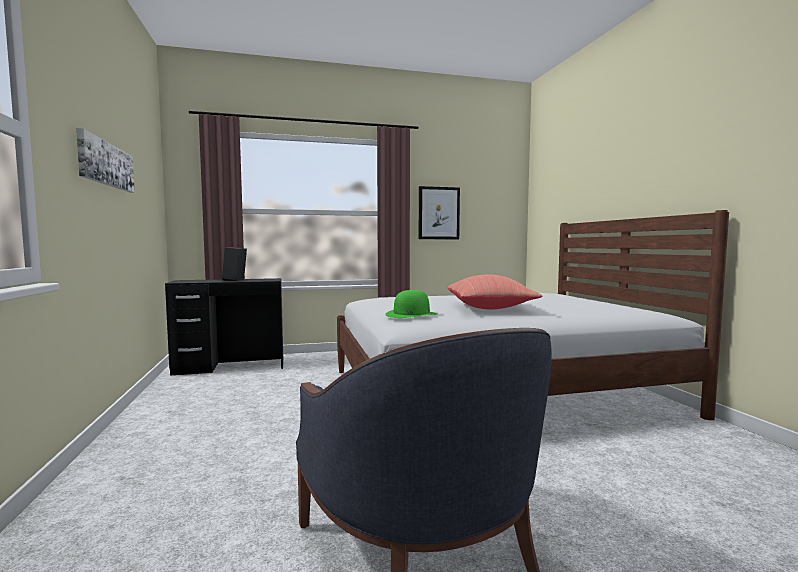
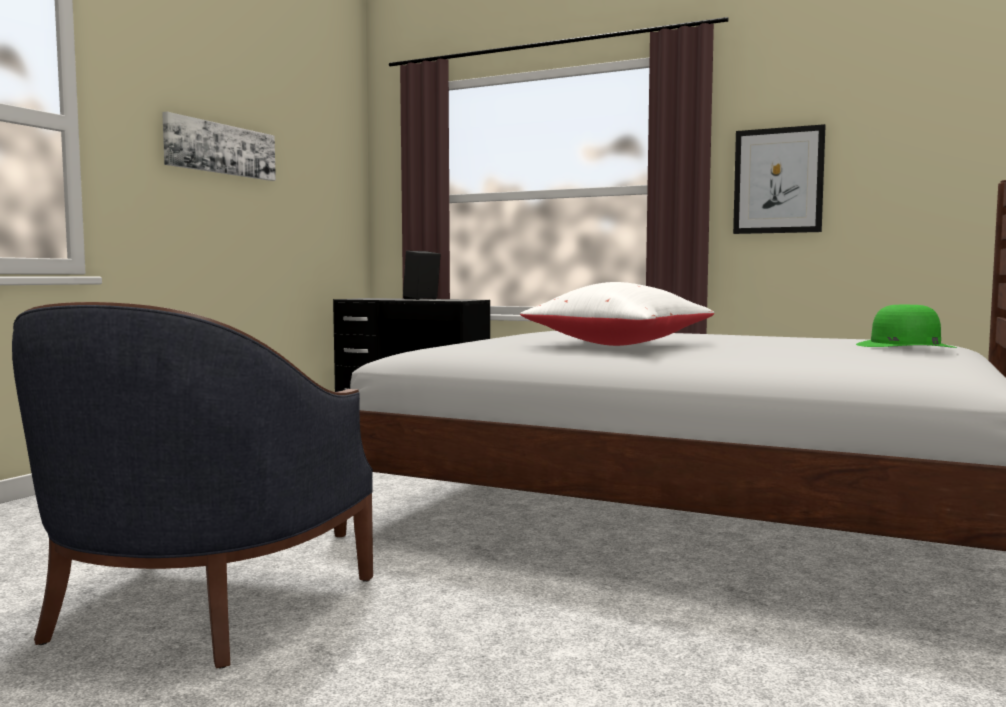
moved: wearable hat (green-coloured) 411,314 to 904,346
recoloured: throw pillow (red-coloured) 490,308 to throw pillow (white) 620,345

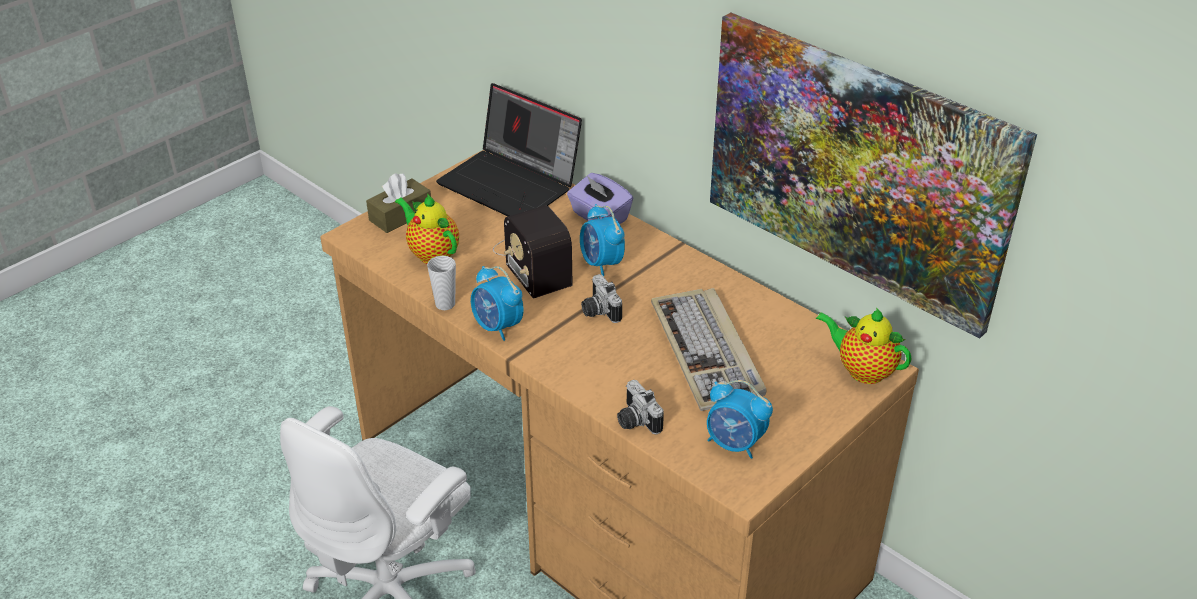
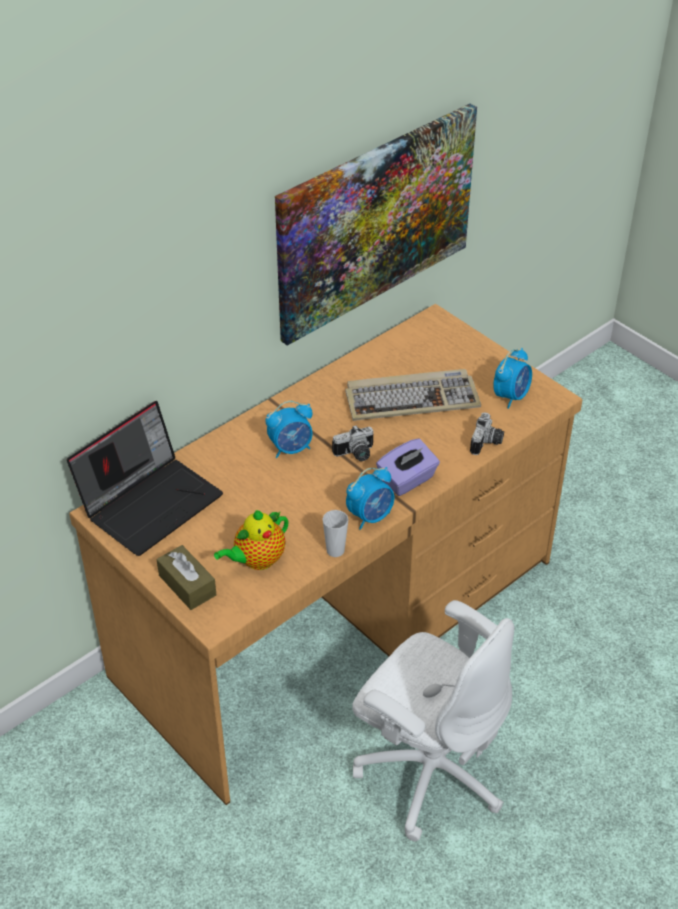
removed: radio set 533,261; teapot 862,370
moved: box of tissues (purple-coloured) 599,217 to 407,480
turned: still camera 635,421 = 487,443 45 degrees counterclockwise

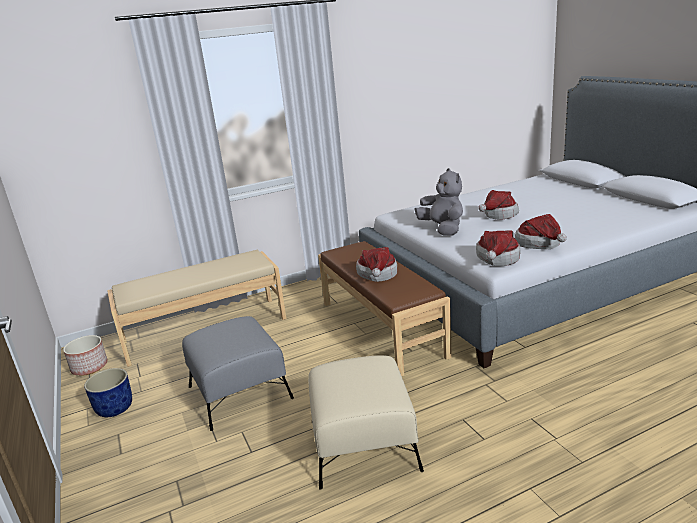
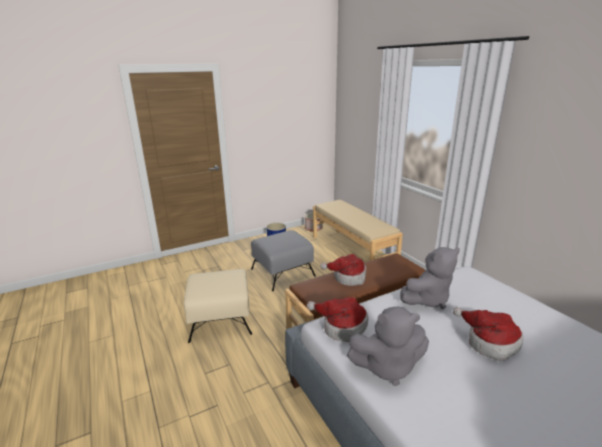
replaced: wearable hat 540,244 to plush toy (grey) 387,367

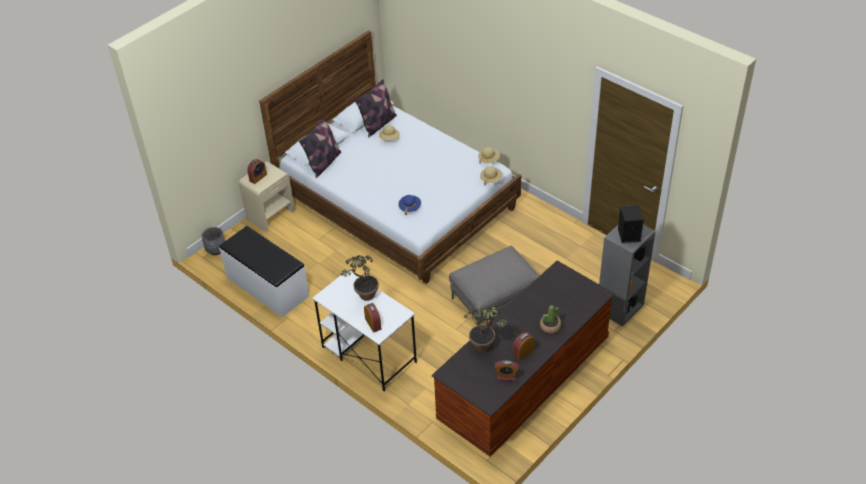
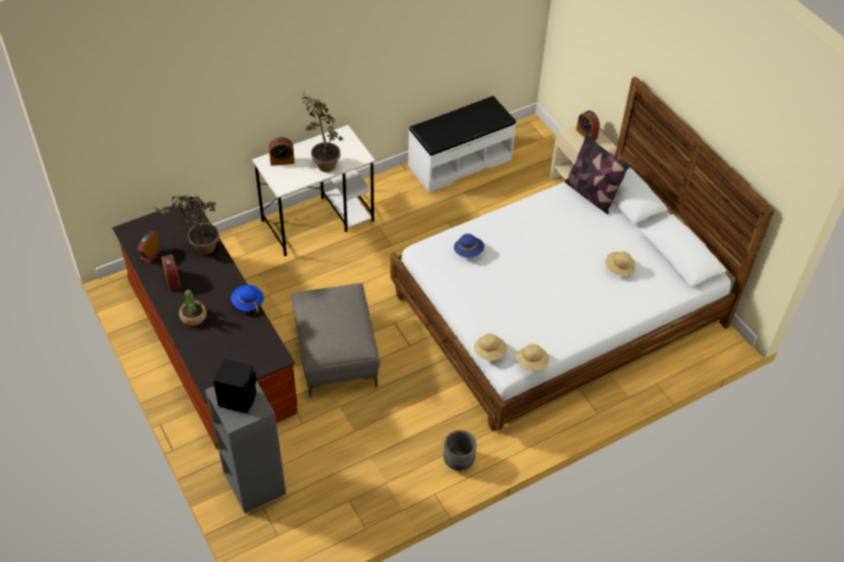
removed: throw pillow 378,124
added: wearable hat (blue-coloured) 248,303
moved: flower pot (grey) 216,250 to 458,461

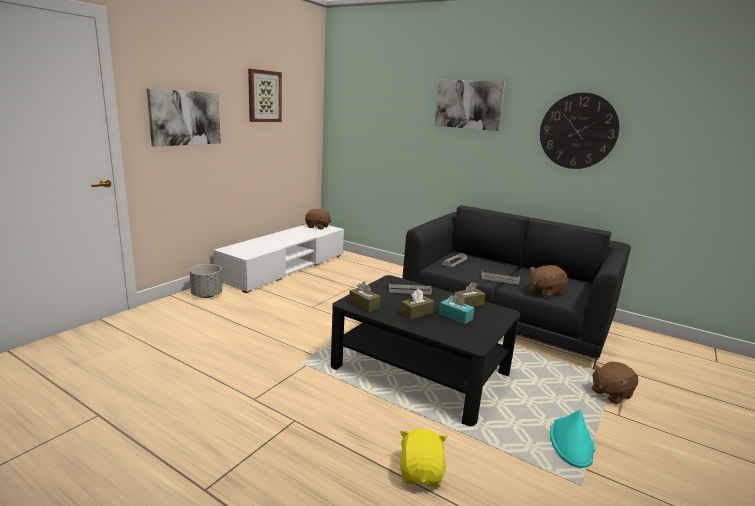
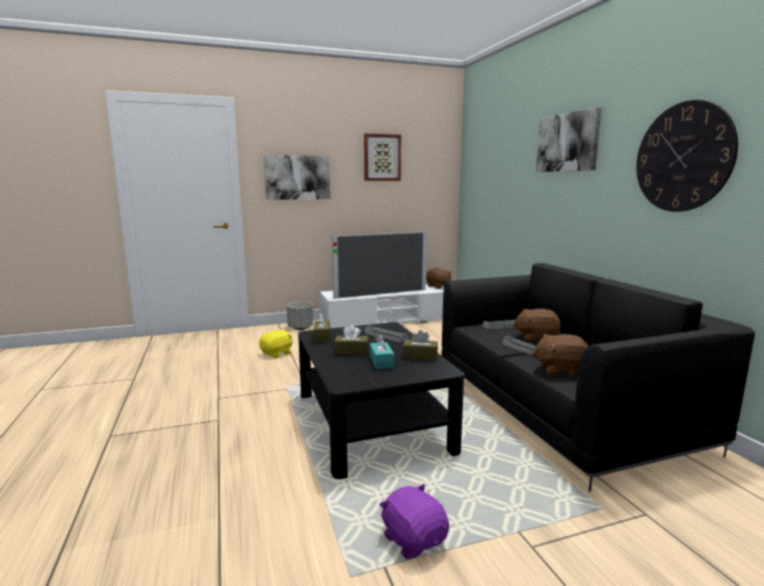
added: TV set 381,294
moved: plush toy (yellow-coloured) 421,473 to 277,353; plush toy (brown) 610,393 to 536,338
replaced: wearable hat (blue-green) 571,442 to plush toy (purple-coloured) 414,539

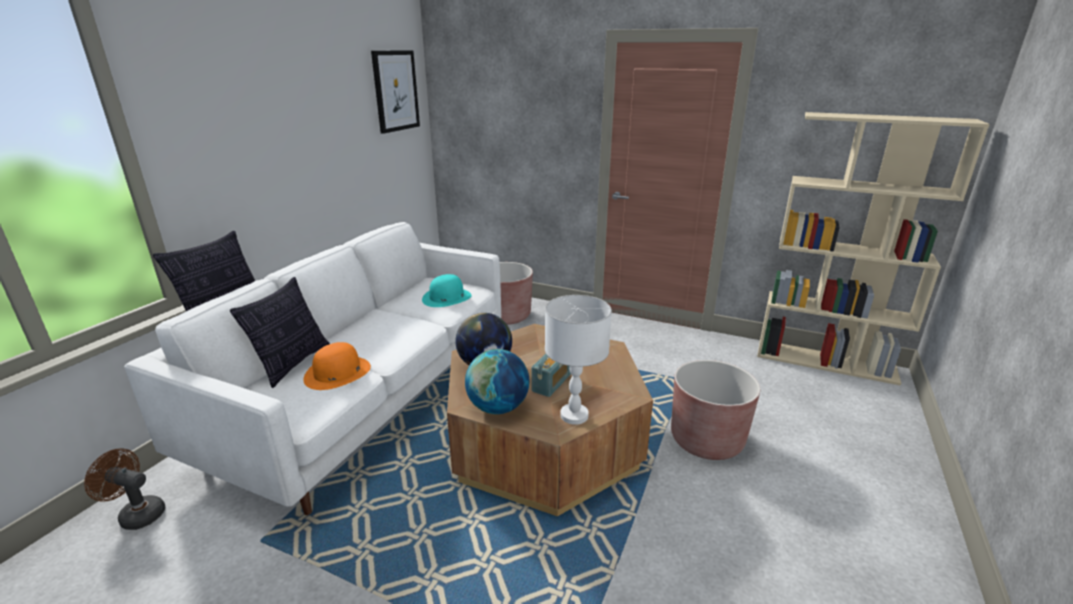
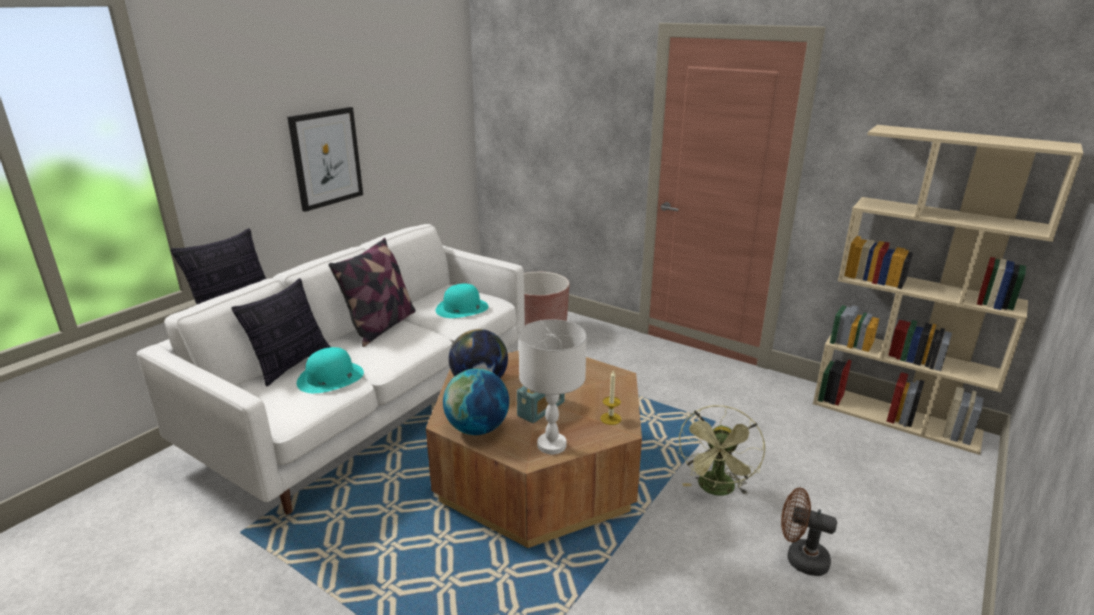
added: throw pillow 381,326; candle 610,418
moved: electric fan (brown) 137,514 to 800,558; wall art 395,91 to 326,158
replaced: flower pot (brown) 706,440 to electric fan (green-coloured) 716,490
recoloured: wearable hat (orangey) 337,373 to wearable hat (blue-green) 330,377

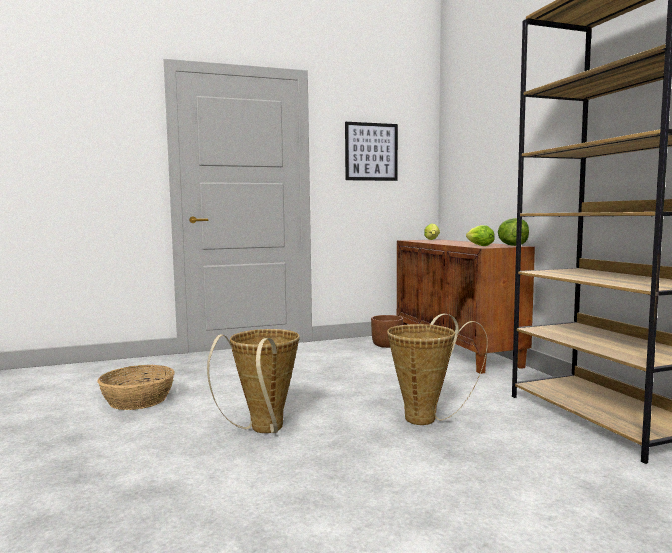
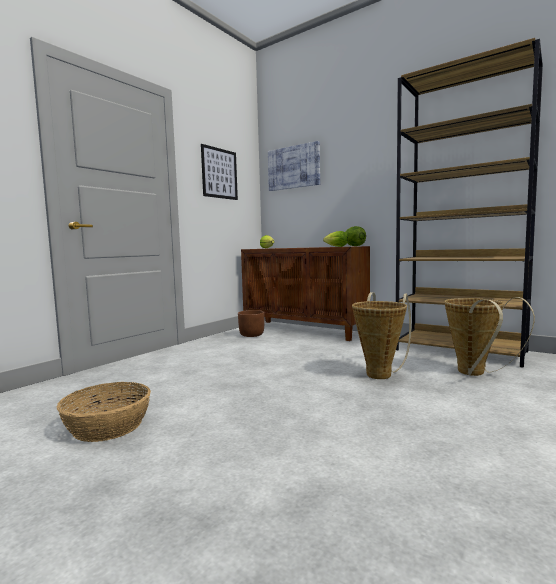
added: wall art 293,167
moved: basket 263,431 to 475,374

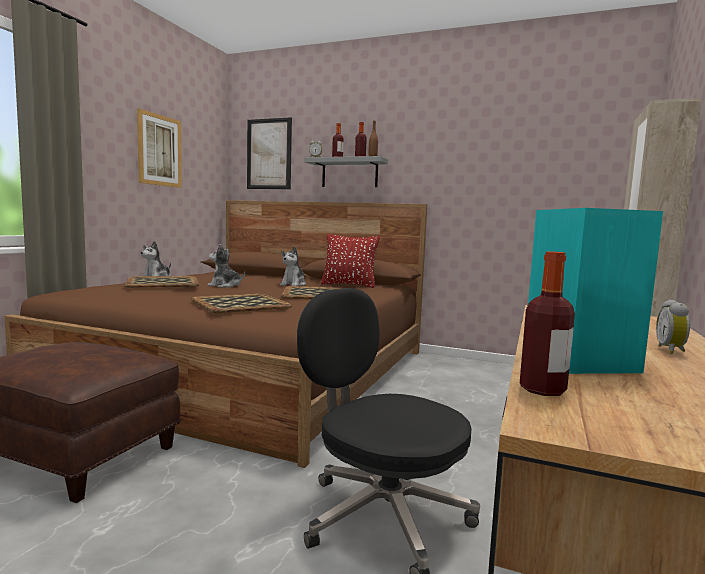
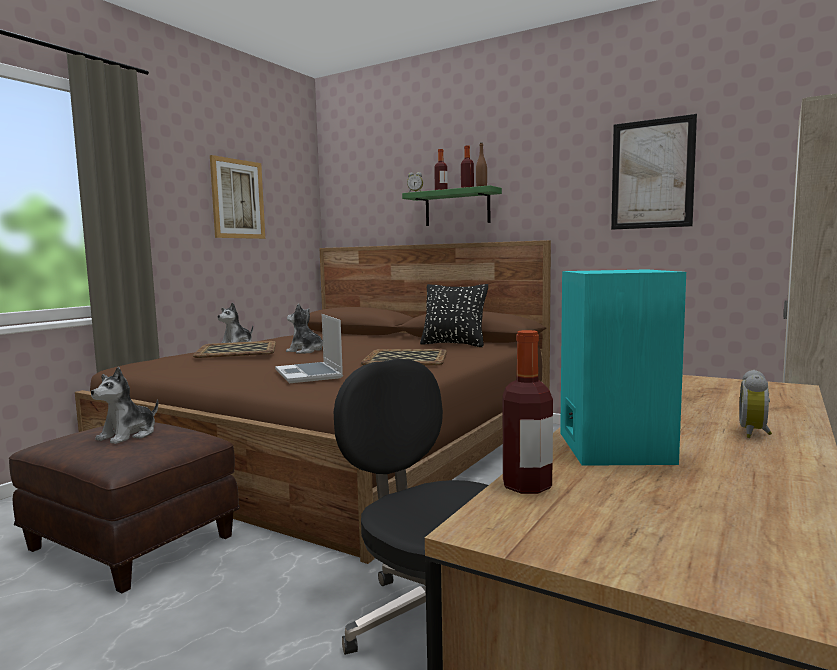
moved: wall art 269,154 to 652,174; plush toy 293,284 to 128,435
replaced: tray 241,304 to laptop 310,374
recoloured: bracket shelf (grey) 349,173 to bracket shelf (green-coloured) 457,208; throw pillow (red-coloured) 349,285 to throw pillow (black) 454,344

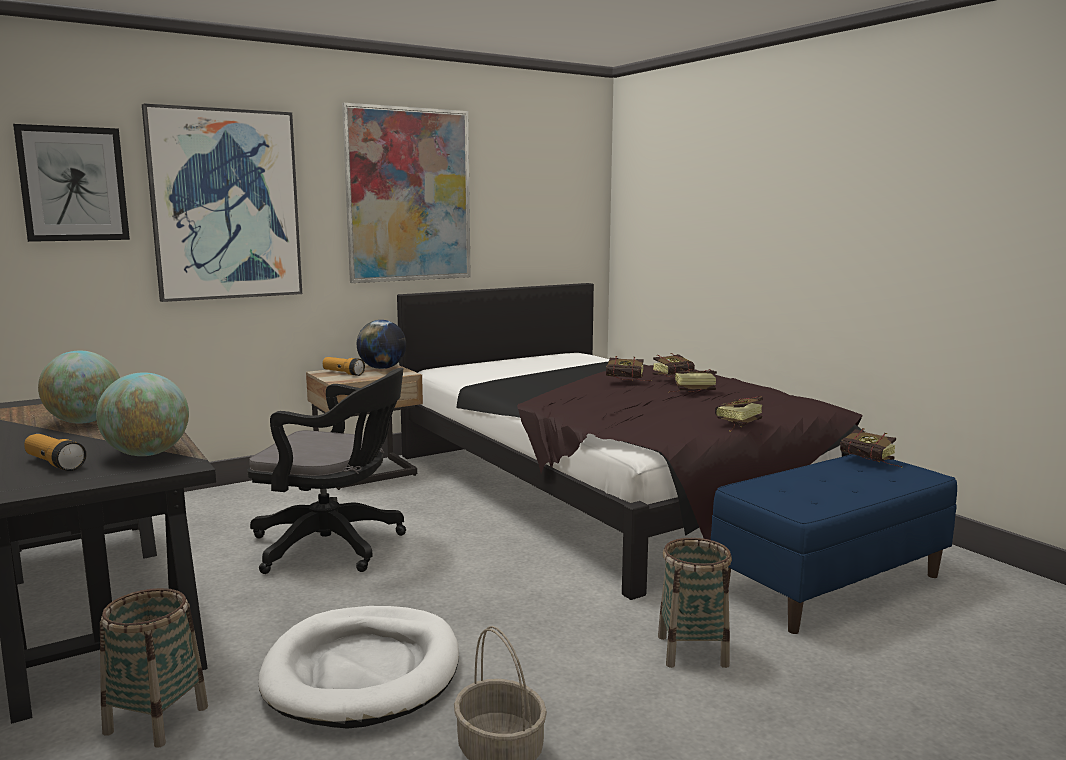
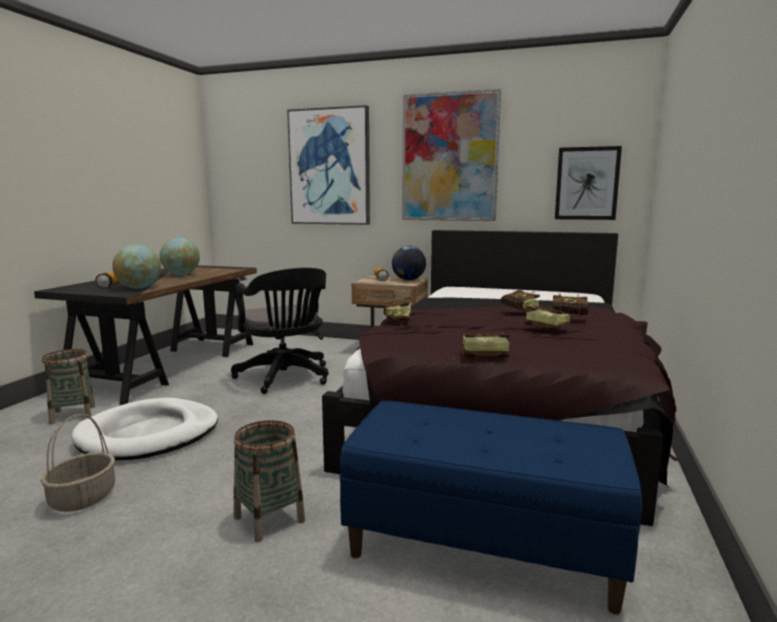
moved: wall art 73,184 to 587,183; bound book 871,462 to 397,321

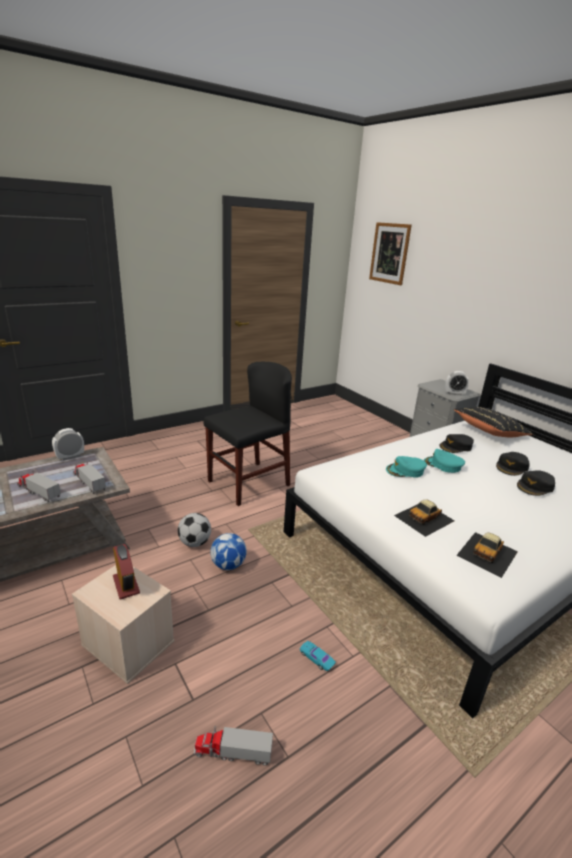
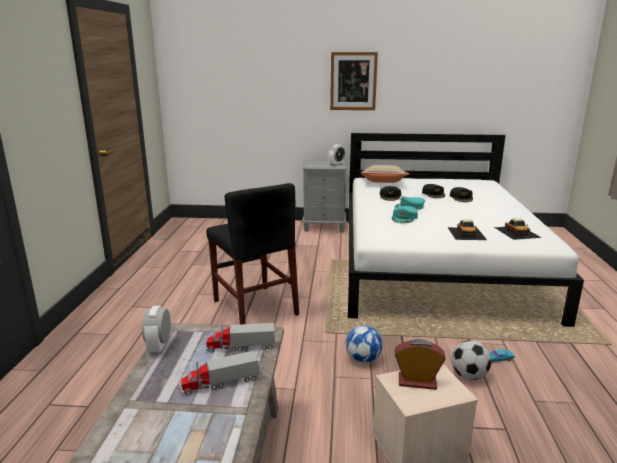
removed: model truck 232,752
moved: football 195,543 to 469,375; wall art 389,253 to 353,81
recoloured: throw pillow (black) 489,433 to throw pillow (beige-coloured) 383,183
turned: upright chair (black) 248,483 = 255,307 150 degrees clockwise

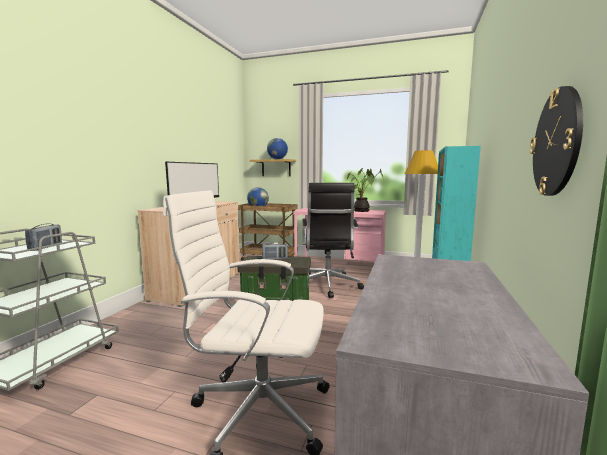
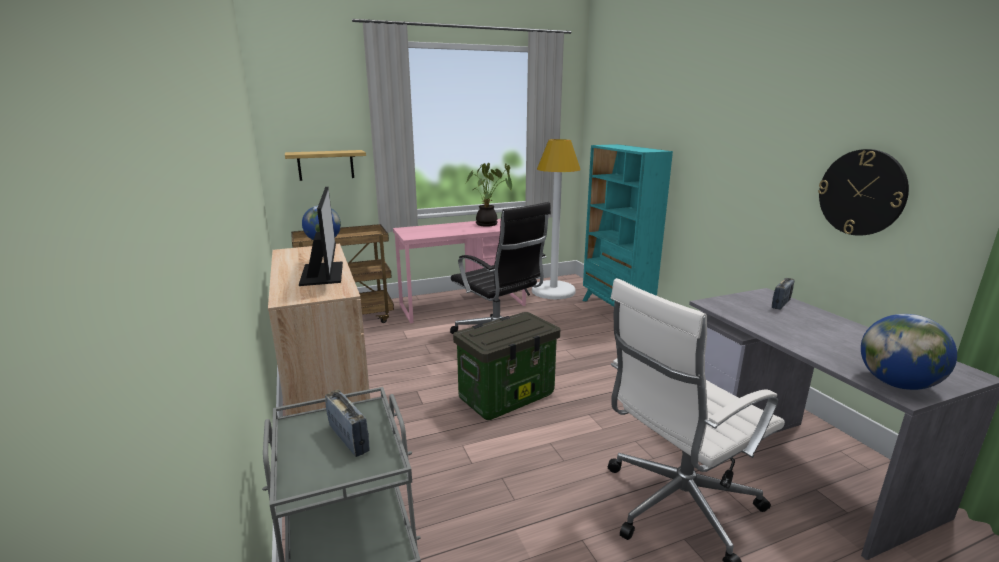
moved: radio set 275,259 to 781,304; globe 277,159 to 896,384

